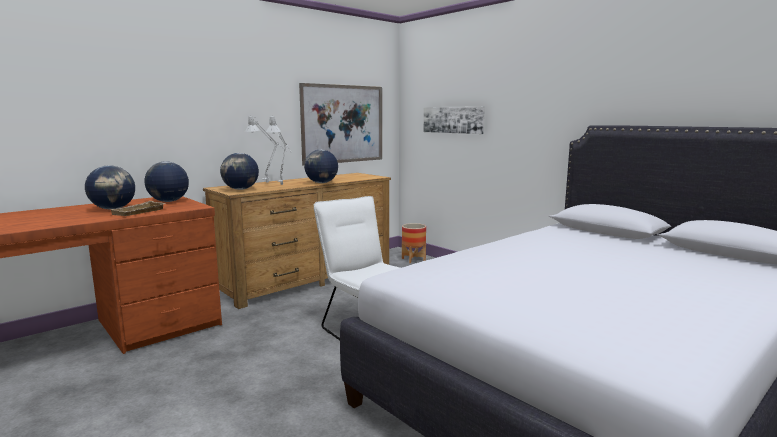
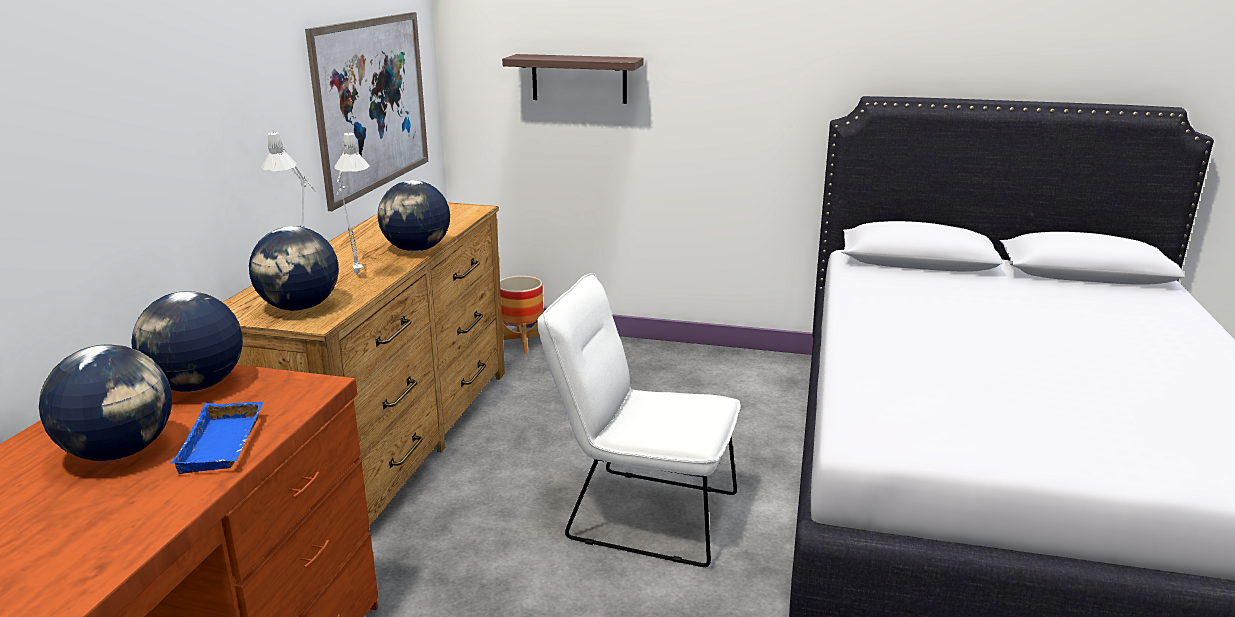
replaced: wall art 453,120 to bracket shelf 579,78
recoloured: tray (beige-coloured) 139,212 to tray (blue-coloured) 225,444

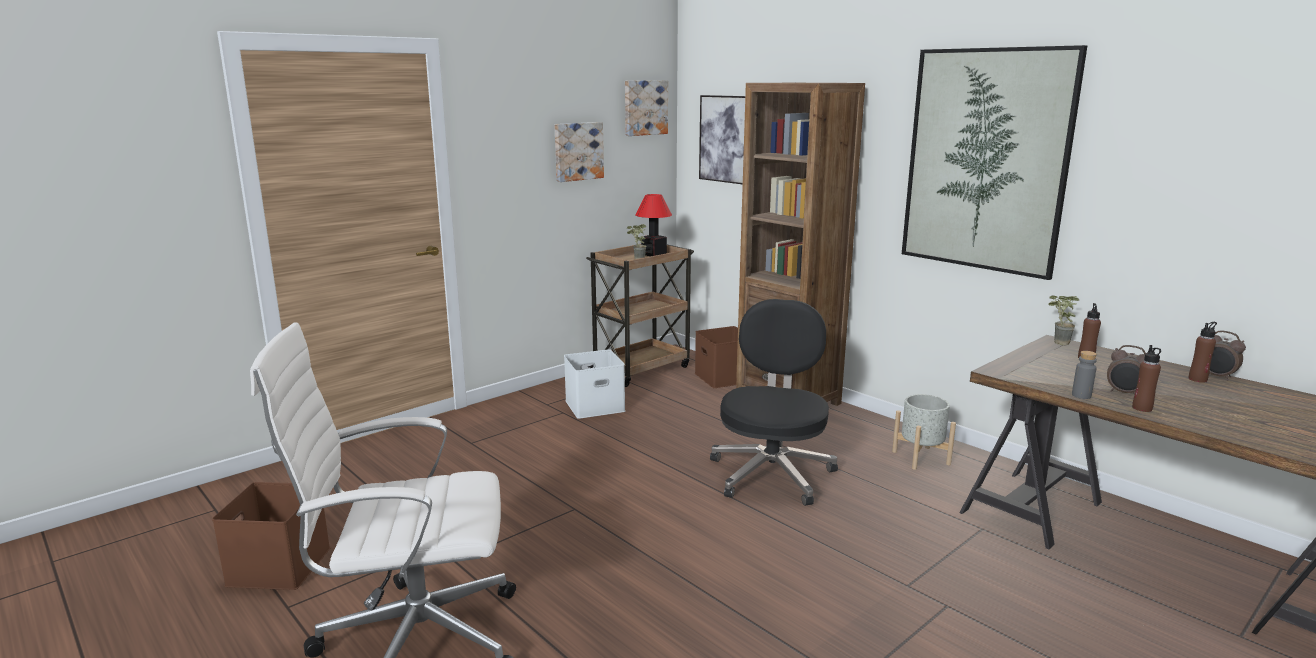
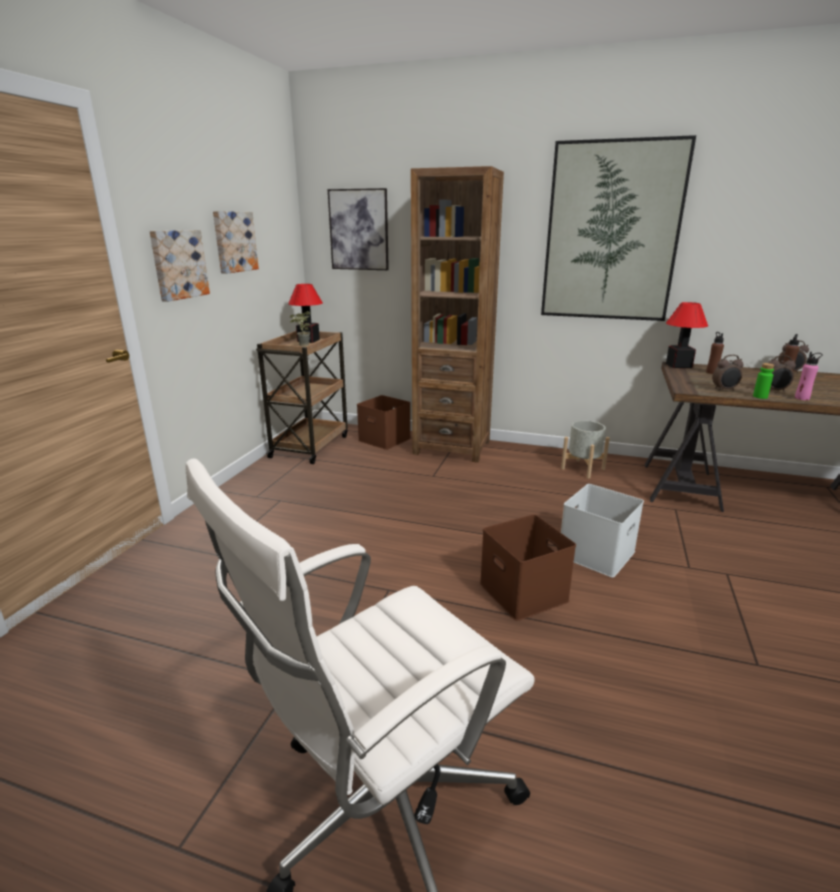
removed: computer chair (black) 772,473
added: alarm clock 724,390
moved: storage bin (brown) 278,565 to 521,591; storage bin (white) 595,405 to 595,552; wall art 644,107 to 178,264
replaced: houseplant 1057,343 to lamp for a table 679,366
recoloured: beverage bottle (grey) 1081,395 to beverage bottle (green-coloured) 760,396; beverage bottle (brown) 1142,408 to beverage bottle (pink-coloured) 802,398

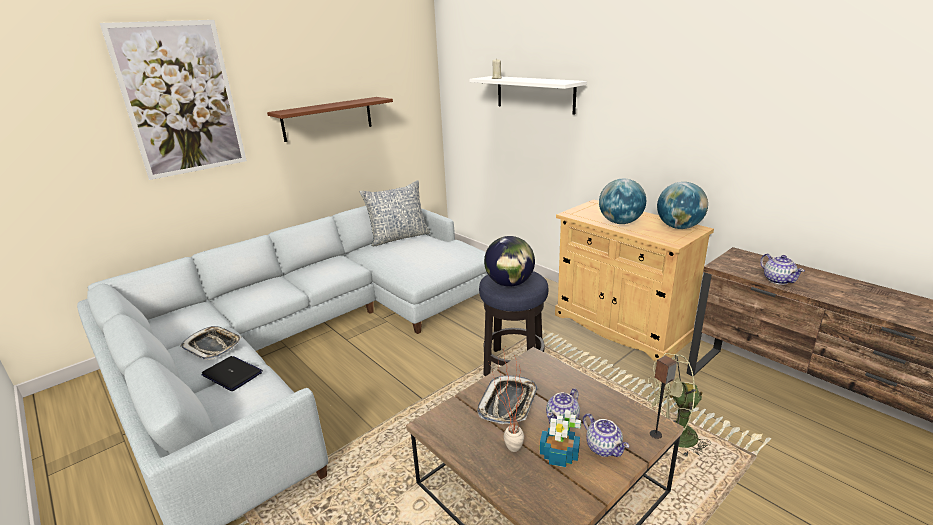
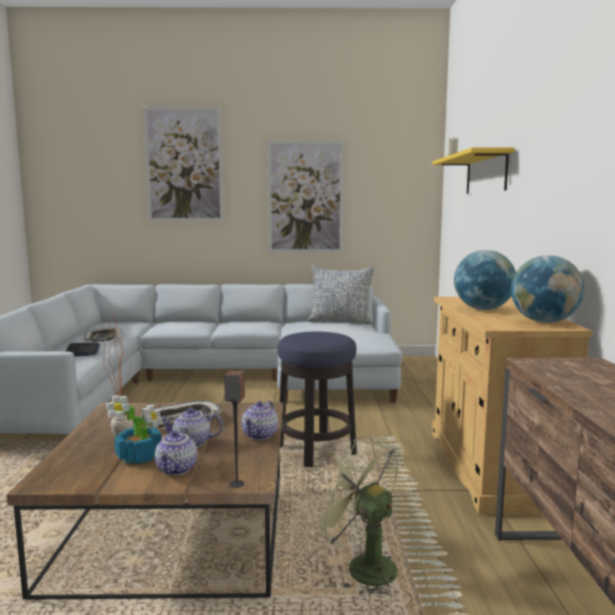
removed: globe 509,283
moved: teapot 778,280 to 260,435
replaced: bracket shelf (brown) 327,119 to wall art 305,197
recoloured: bracket shelf (white) 534,94 to bracket shelf (yellow-coloured) 486,173

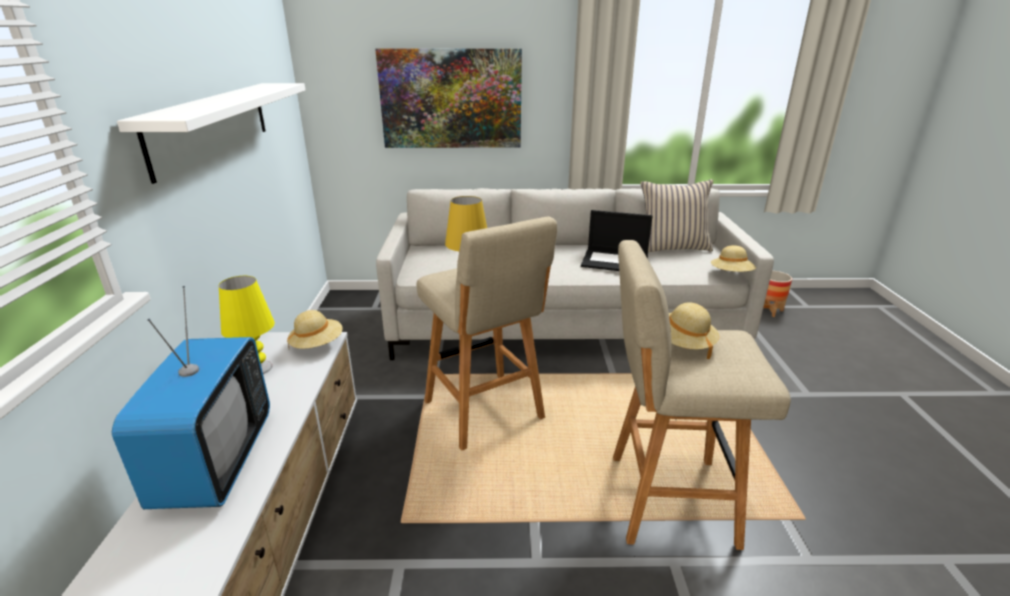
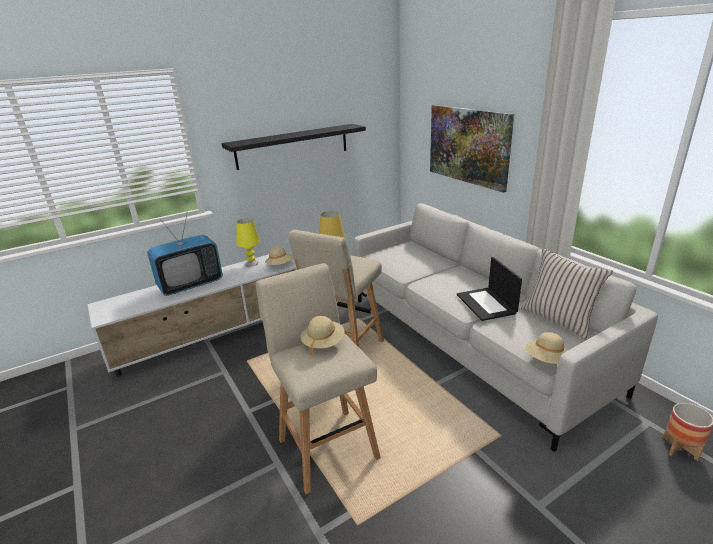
recoloured: bracket shelf (white) 212,125 to bracket shelf (black) 293,146

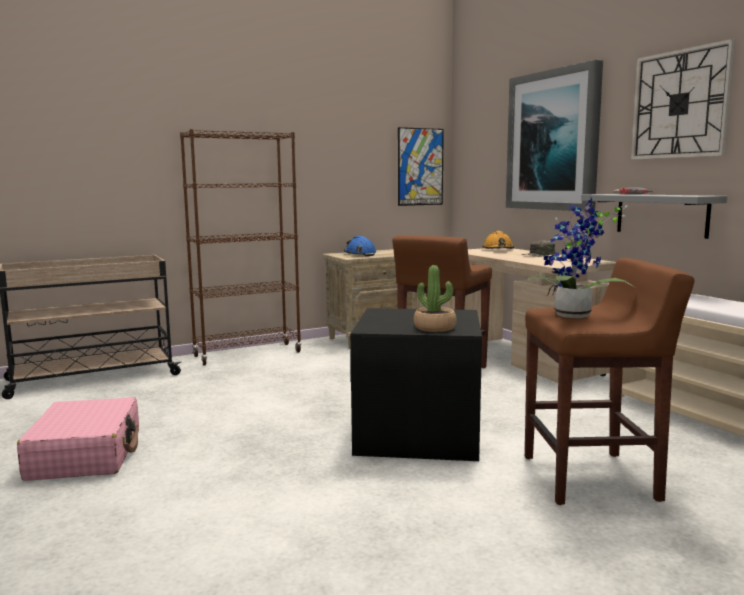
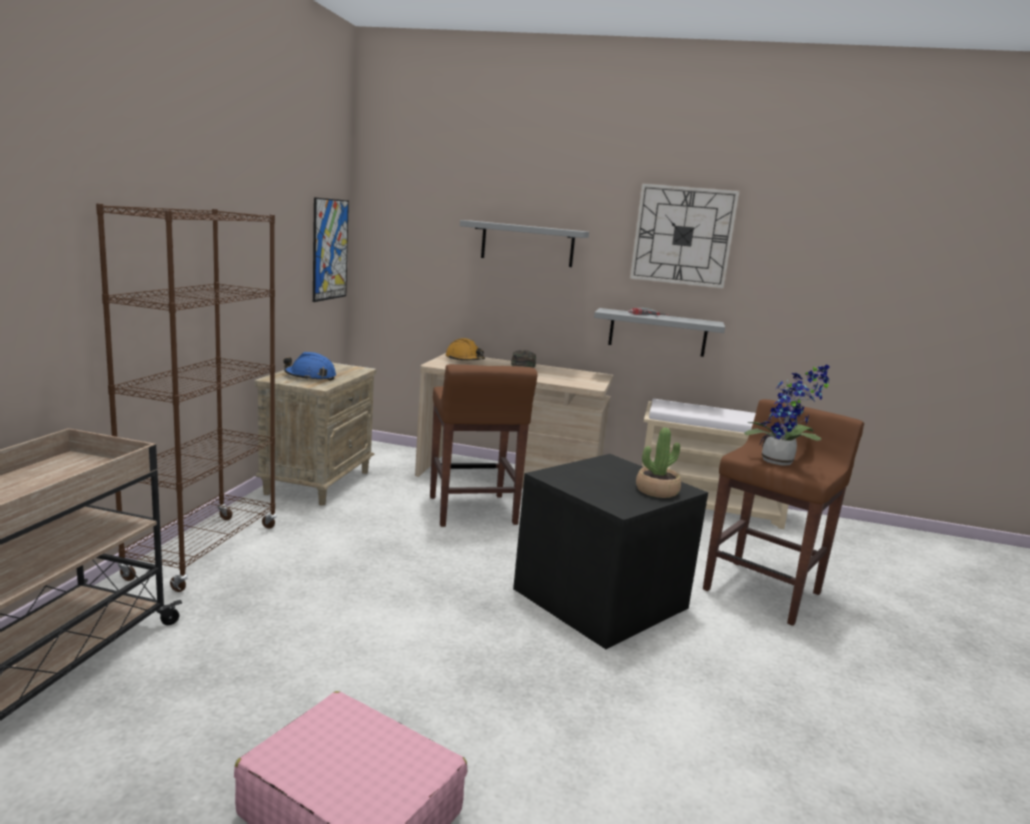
replaced: wall art 553,141 to bracket shelf (grey) 527,244

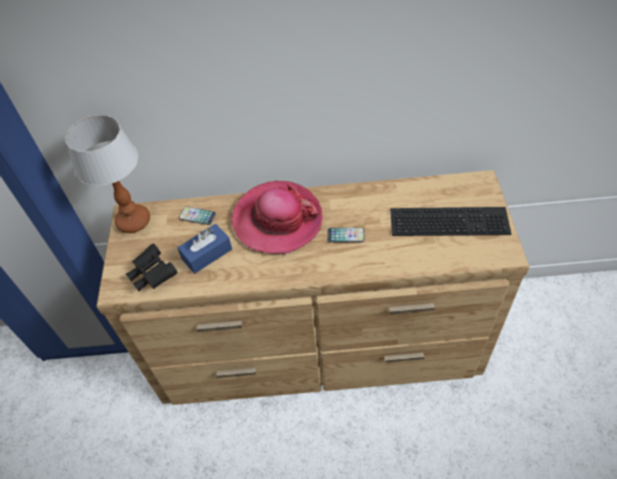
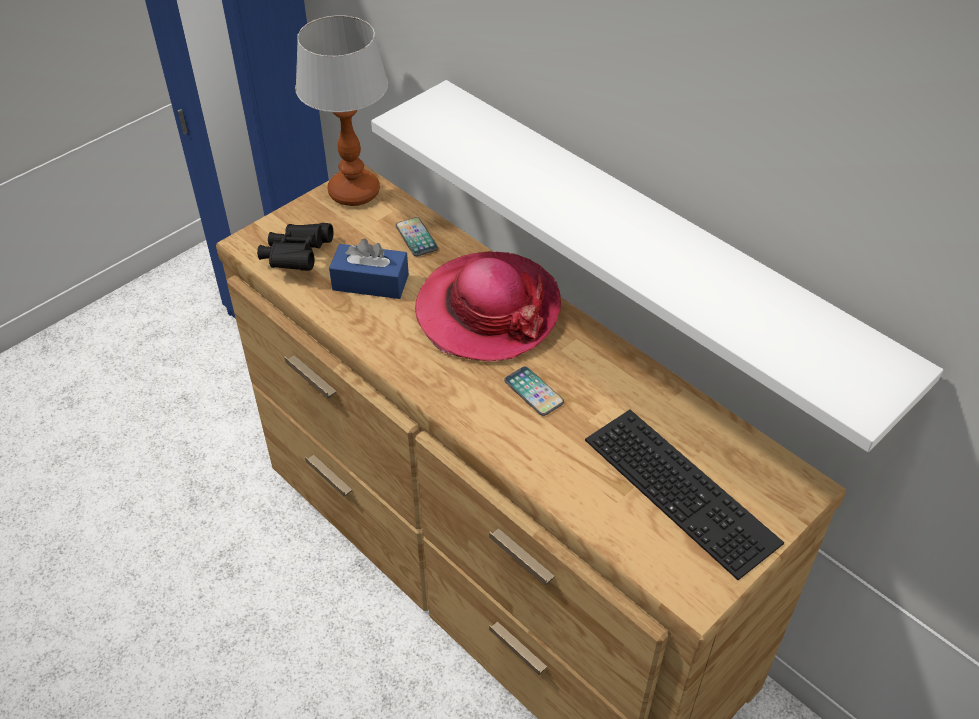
added: bracket shelf (white) 654,244

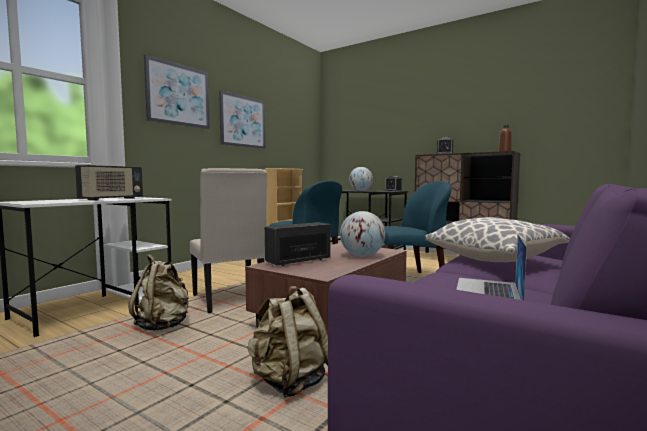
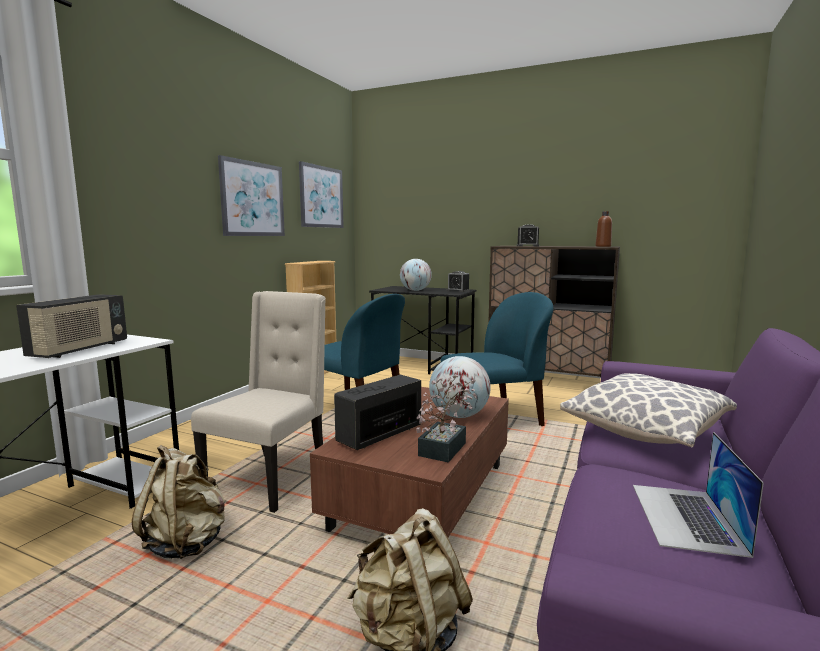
added: houseplant 445,446
moved: wall art 178,95 to 321,197
turned: upright chair (beige-coloured) 230,300 = 270,479 120 degrees counterclockwise

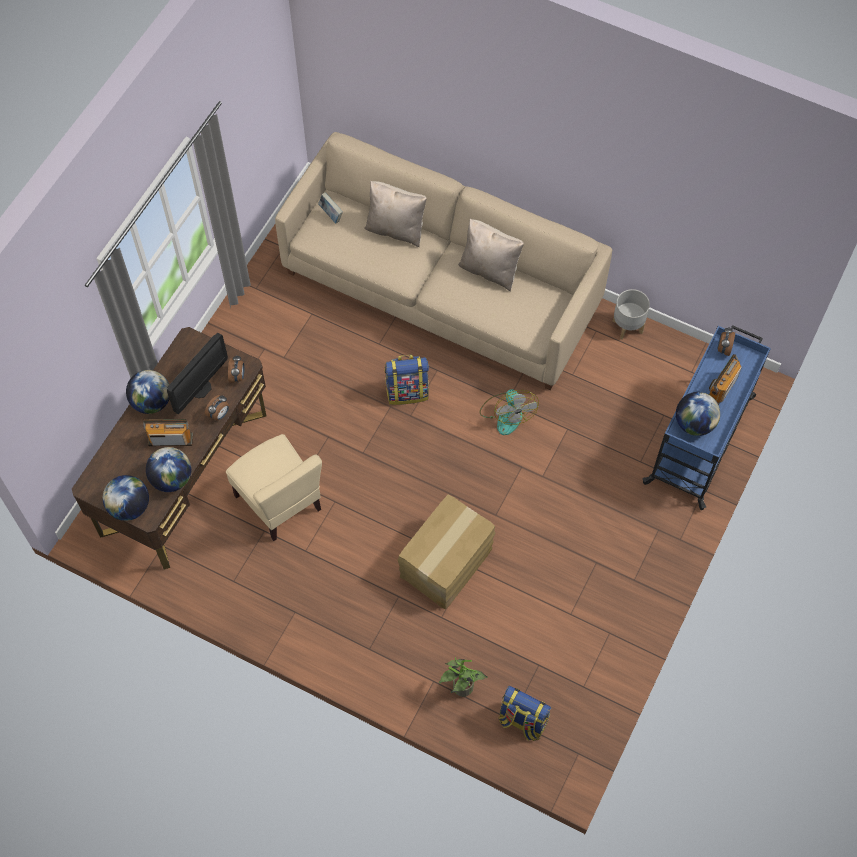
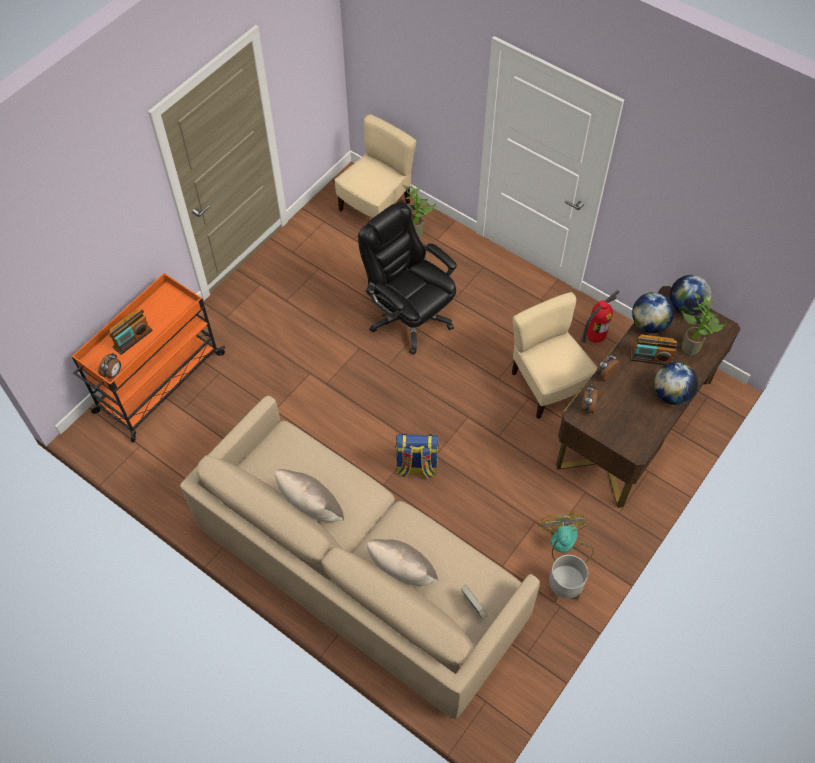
removed: computer display 200,388; globe 694,423
added: extinguisher 595,337; houseplant 692,347
moved: electric fan 507,413 to 565,546; flower pot (grey) 628,326 to 563,589
replaced: carton 447,563 to computer chair (black) 409,317; rucksack 522,721 to upright chair (beige-coloured) 376,207
recoloured: trolley (blue-coloured) 700,438 to trolley (orangey) 158,384

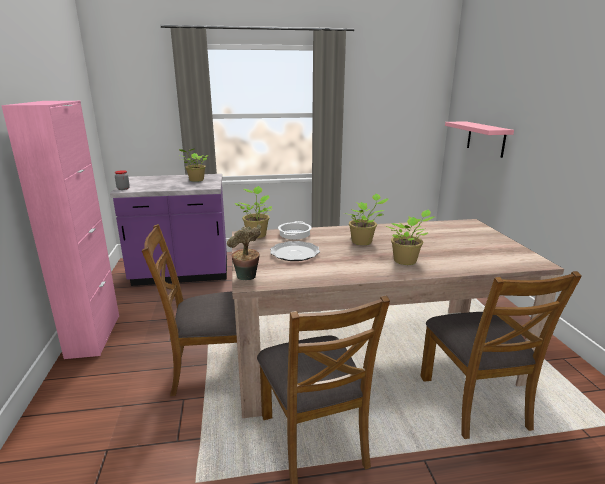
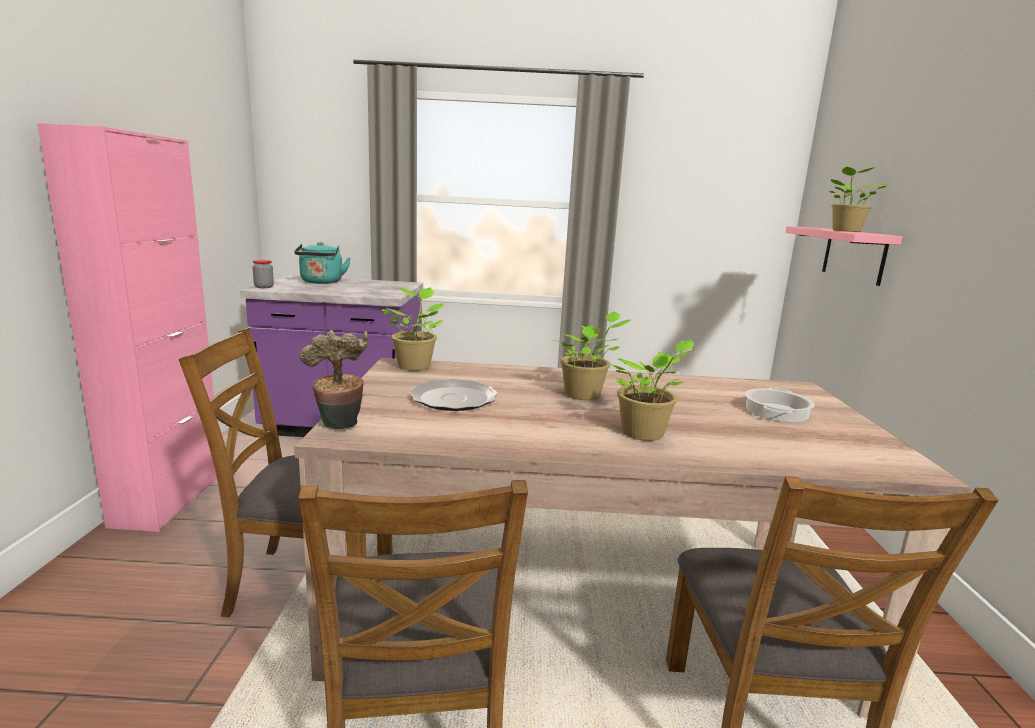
added: tea kettle (blue-green) 321,282
moved: houseplant 195,180 to 845,231; cooking pot 294,234 to 776,411

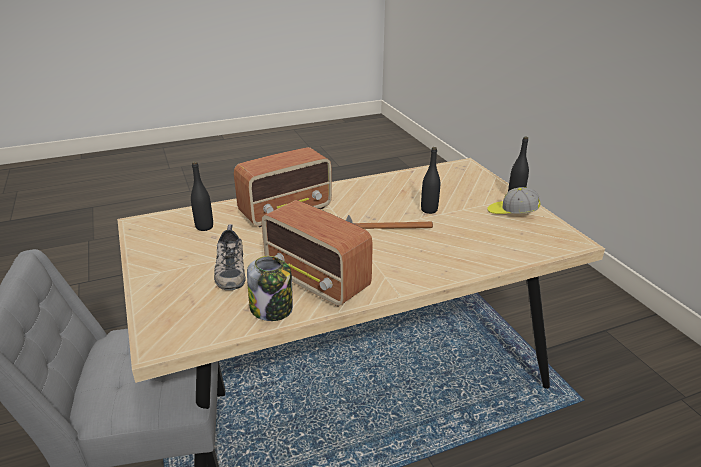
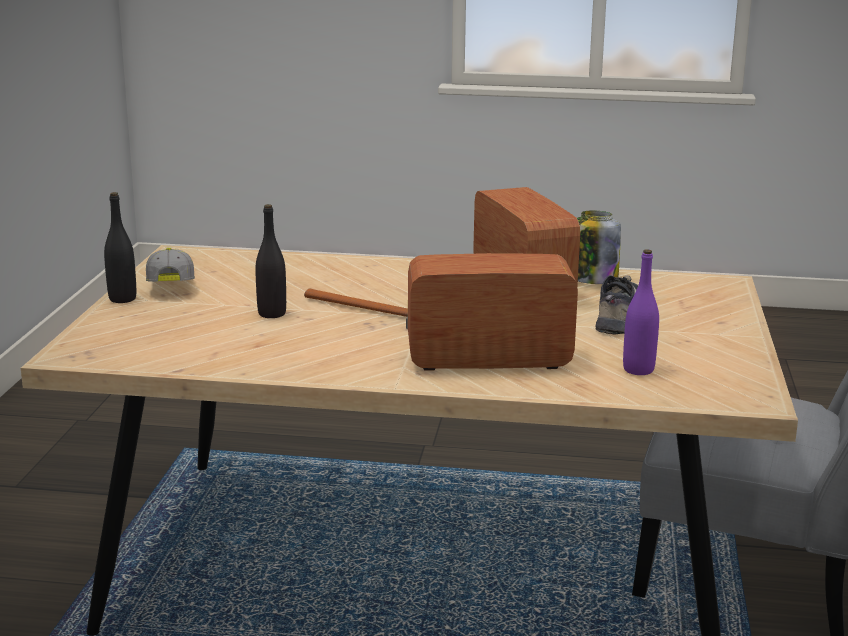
recoloured: beverage bottle (black) 204,227 to beverage bottle (purple-coloured) 638,370
turned: baseball cap 512,212 = 171,287 150 degrees counterclockwise

